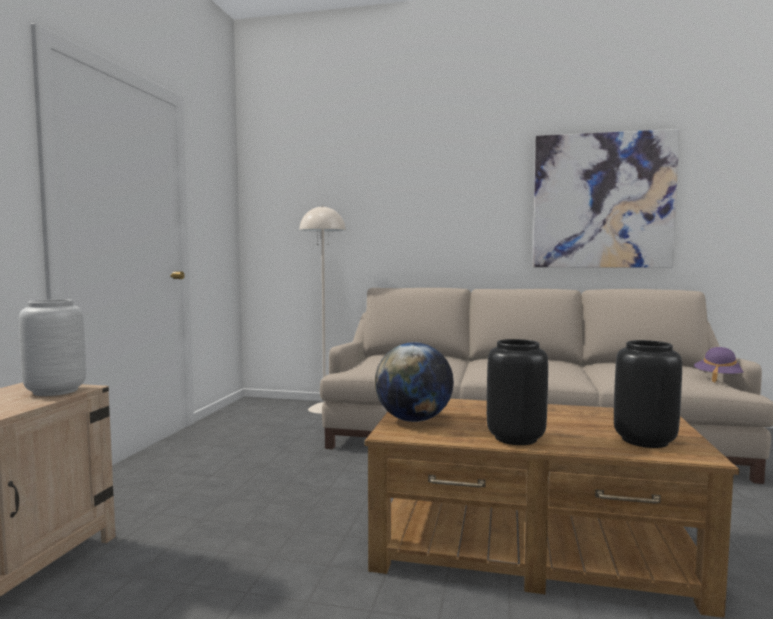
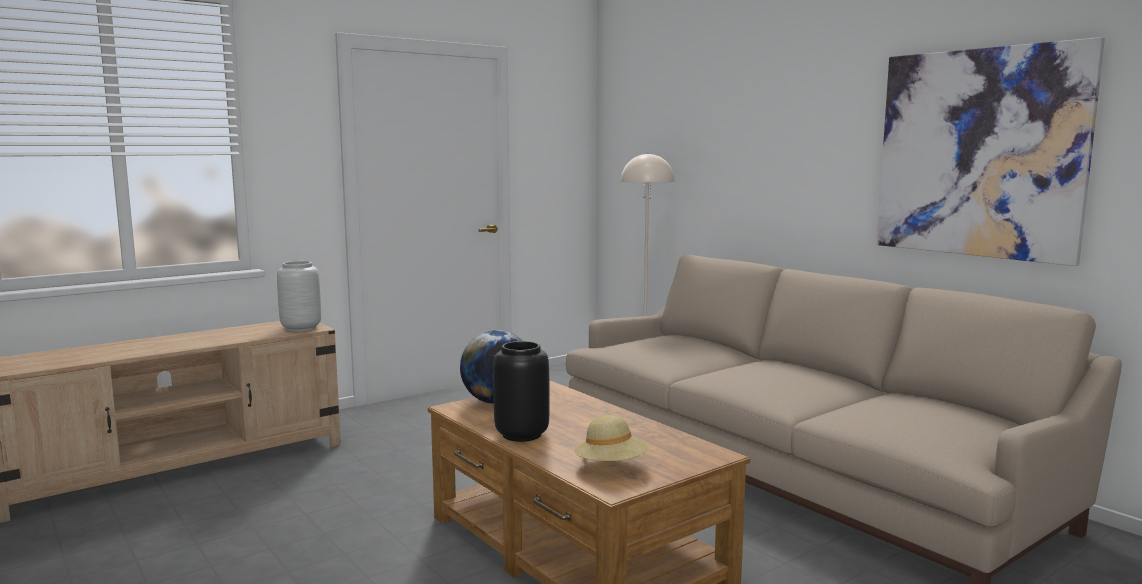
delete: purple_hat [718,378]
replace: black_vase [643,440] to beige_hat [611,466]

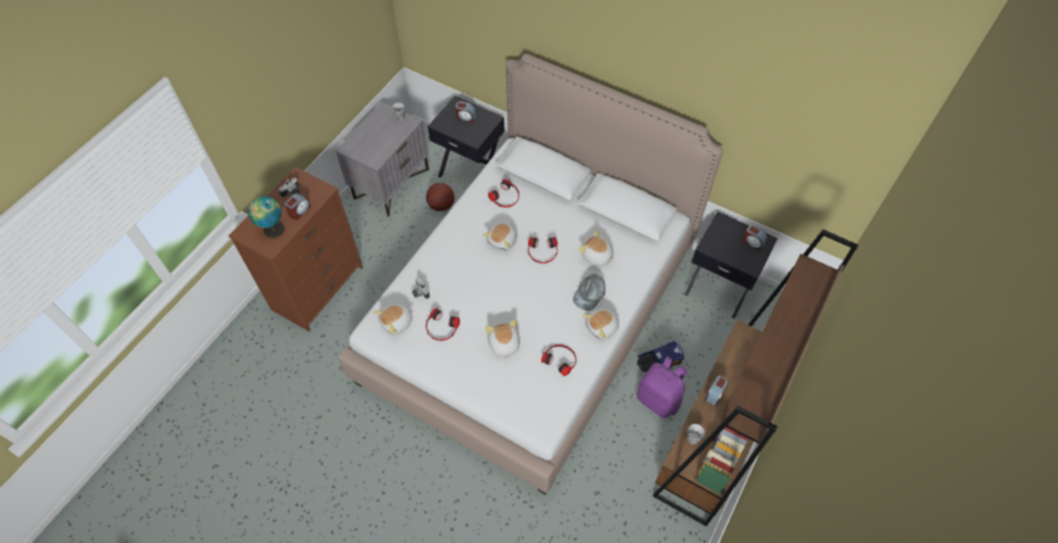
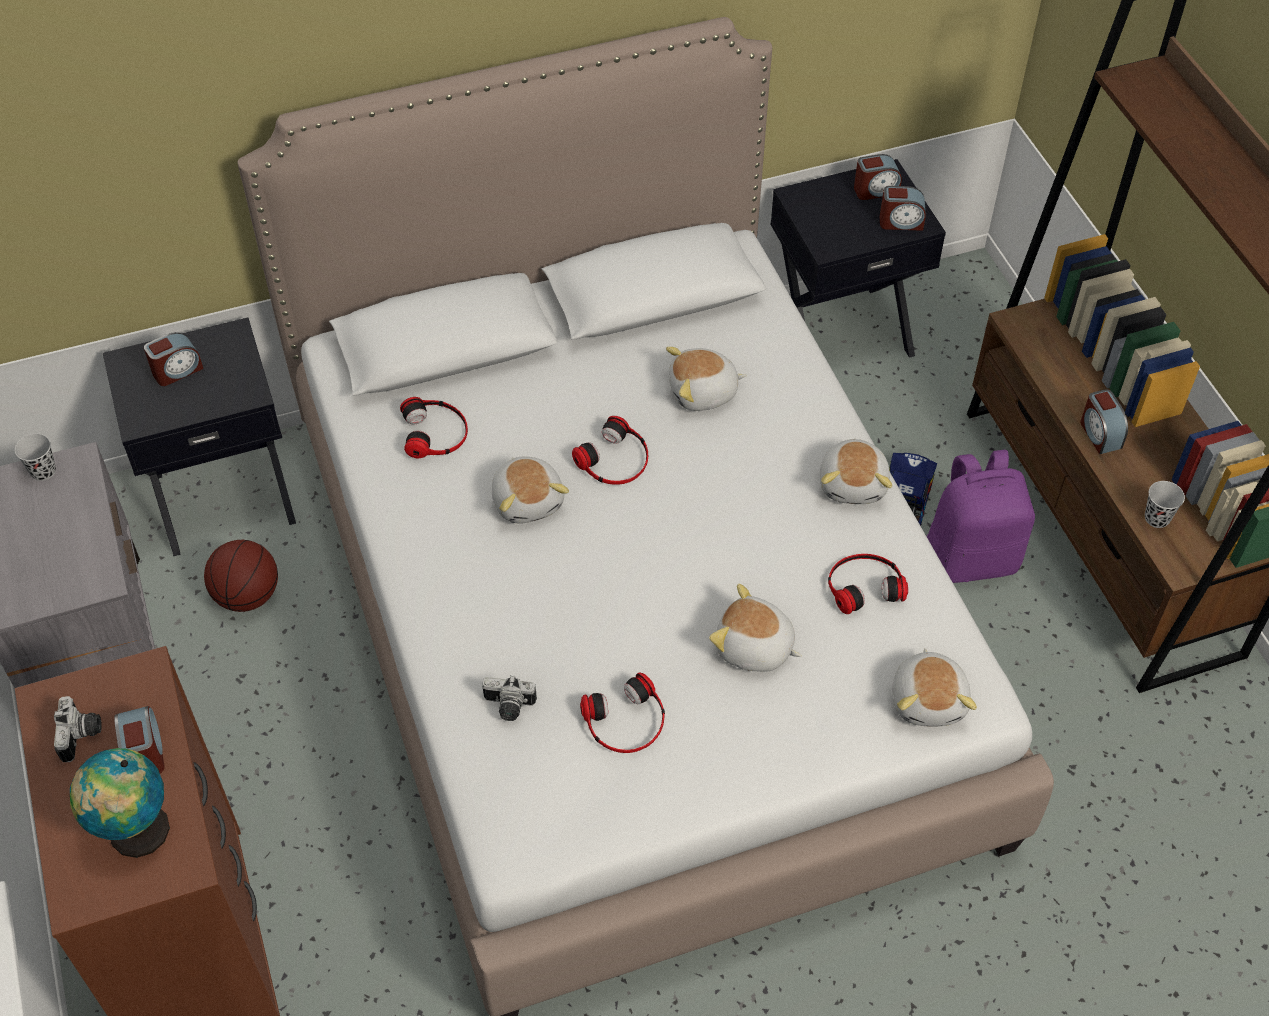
delete: grey_cap [589,294]
insert: alarm_clock [901,222]
move: plush_toy [397,322] to [929,700]

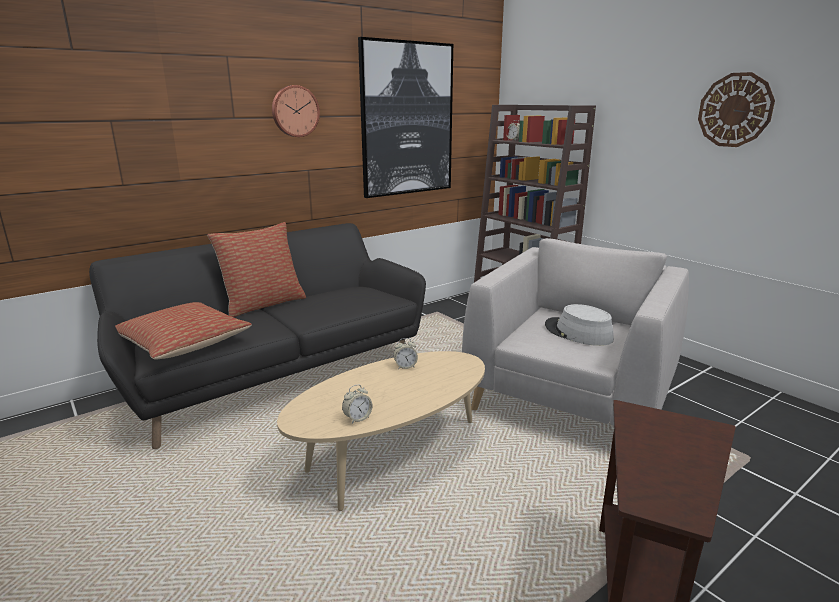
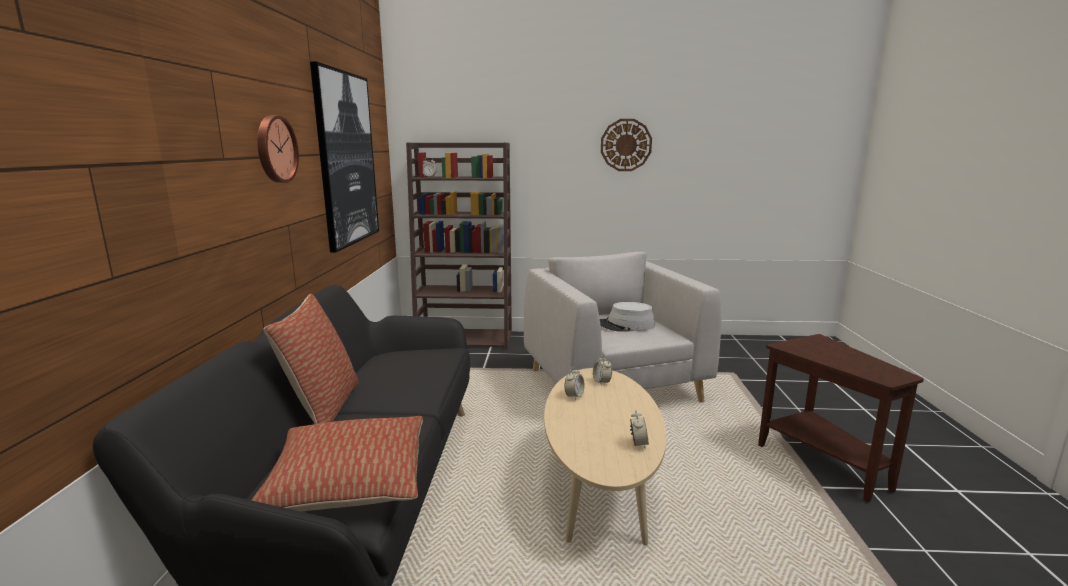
insert: alarm_clock [601,382]

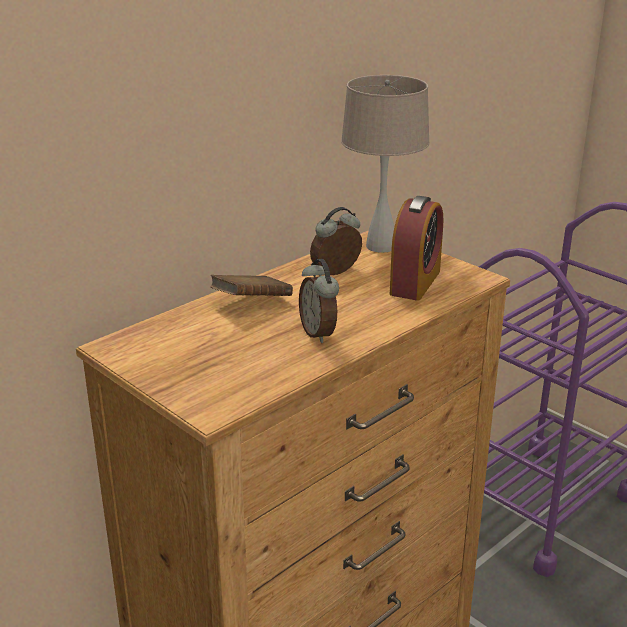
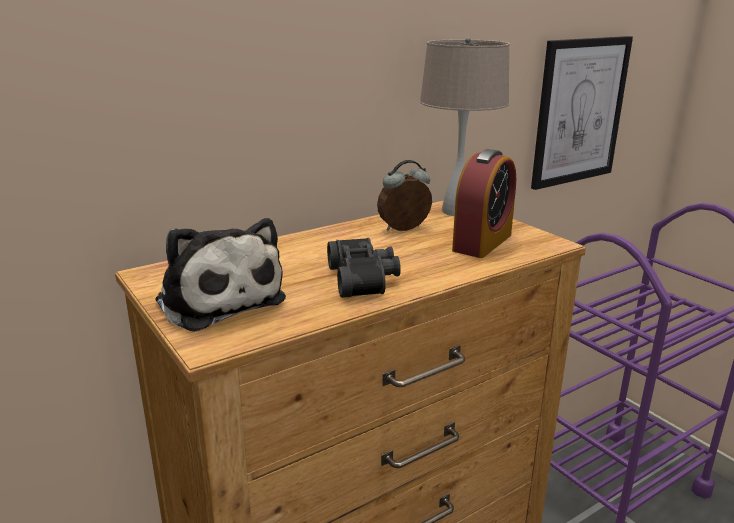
delete: brown_book [251,303]
insert: plush_toy [218,299]; picture [579,112]
replace: alarm_clock [319,333] to black_binoculars [364,279]

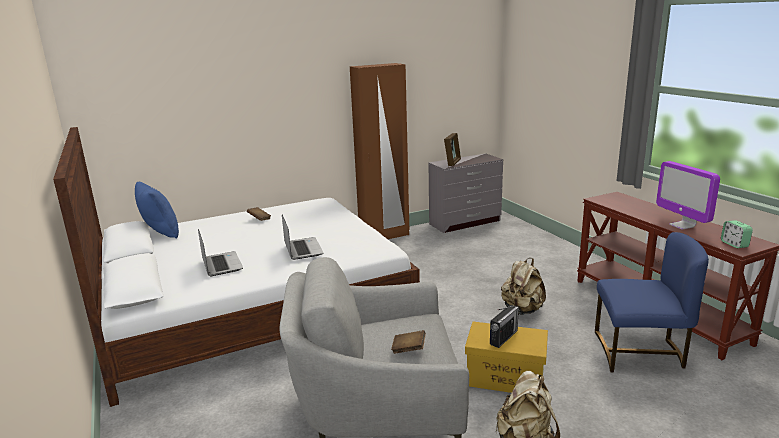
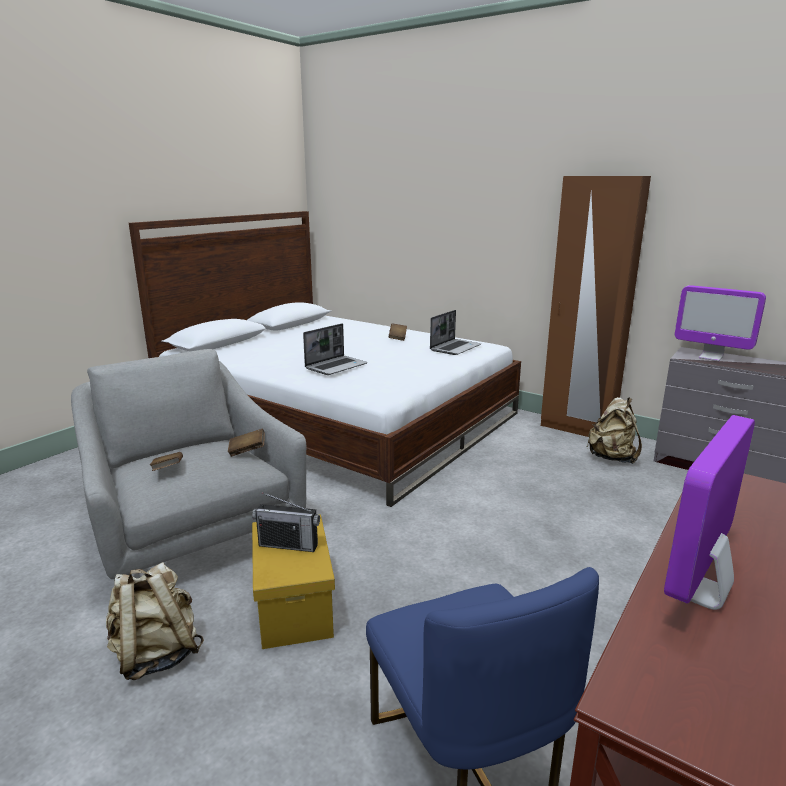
delete: blue_pillow [160,233]; alarm_clock [734,244]
insert: brown_book [247,451]
move: laptop [221,265] to [455,348]; beige_backpack [522,310] to [612,457]
replace: picture_frame [452,162] to monitor [710,357]

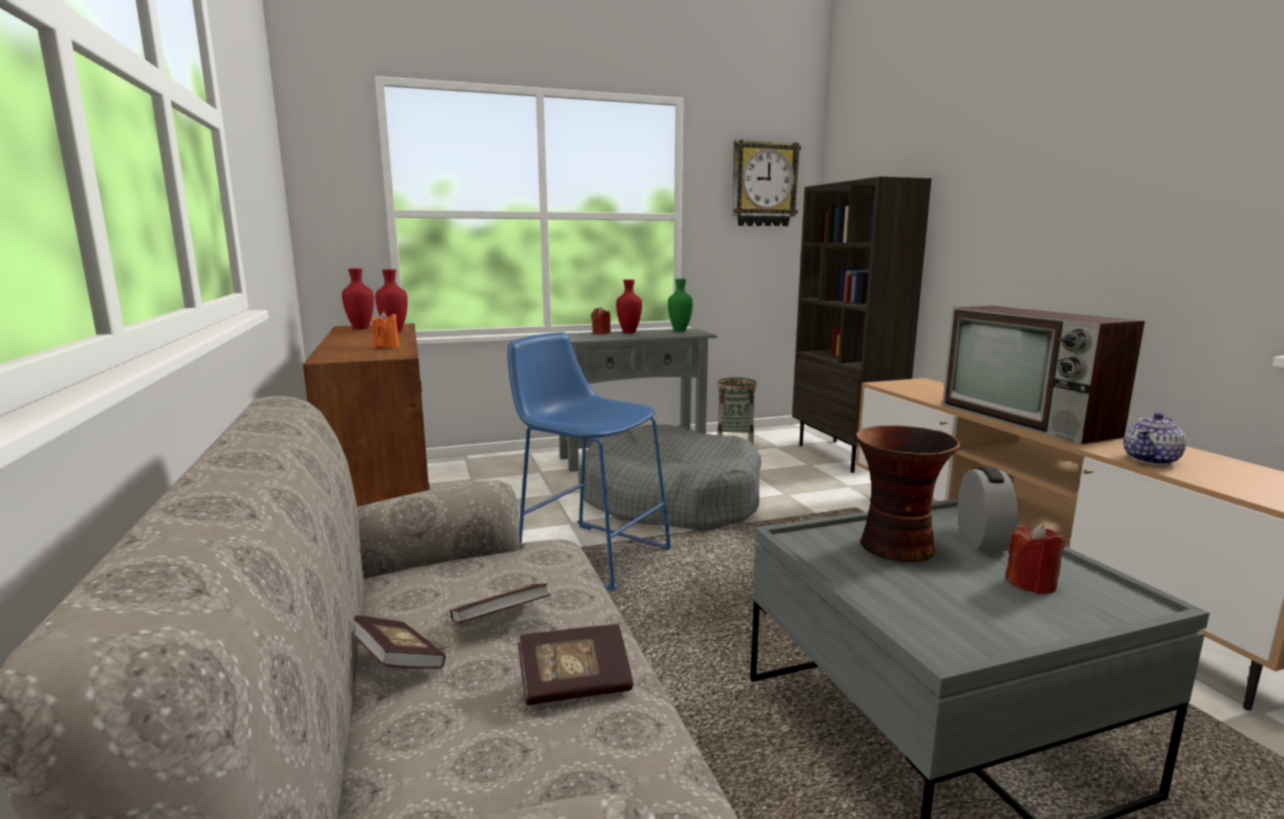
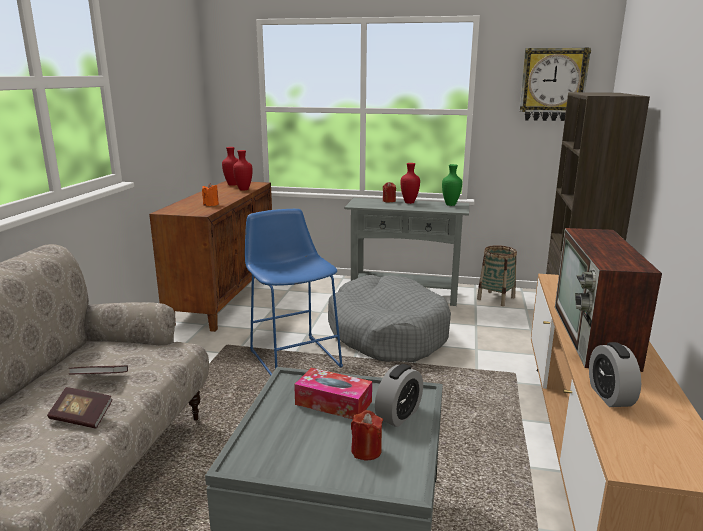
delete: book [396,661]
replace: vase [895,548] to tissue_box [333,403]; teapot [1151,460] to alarm_clock [610,396]

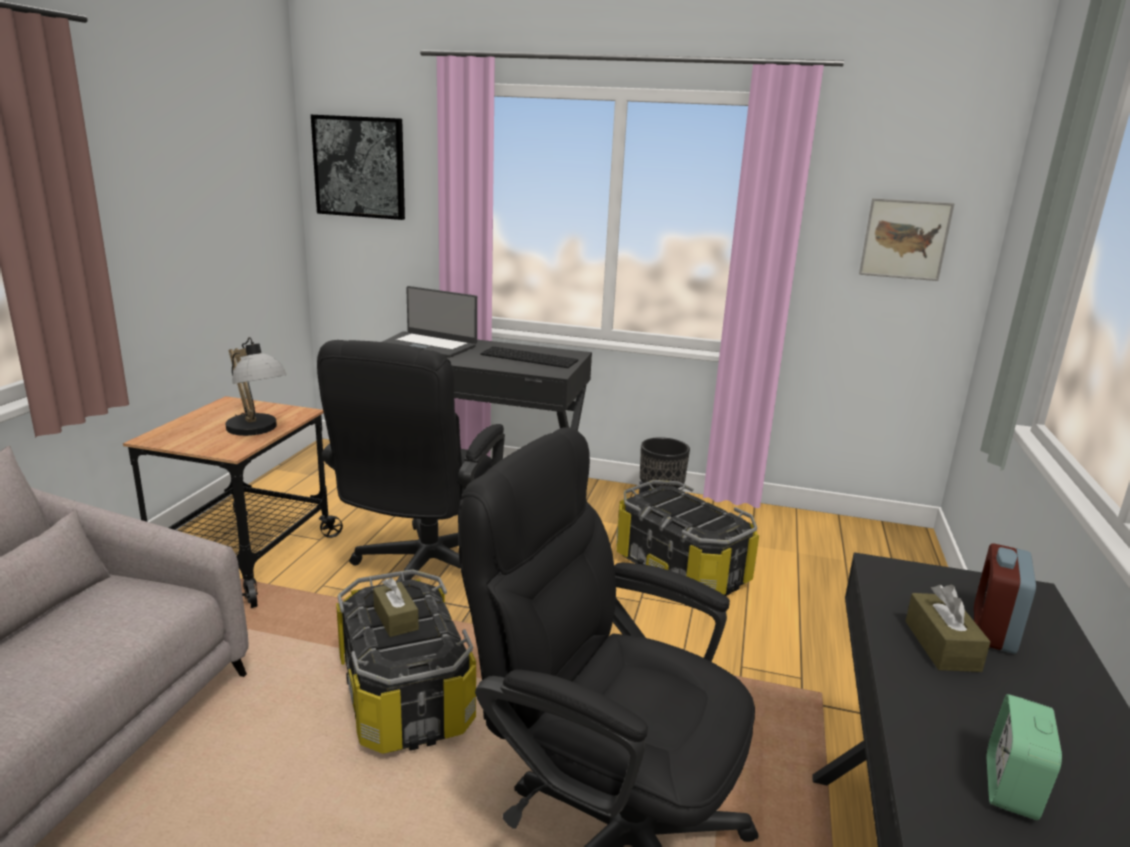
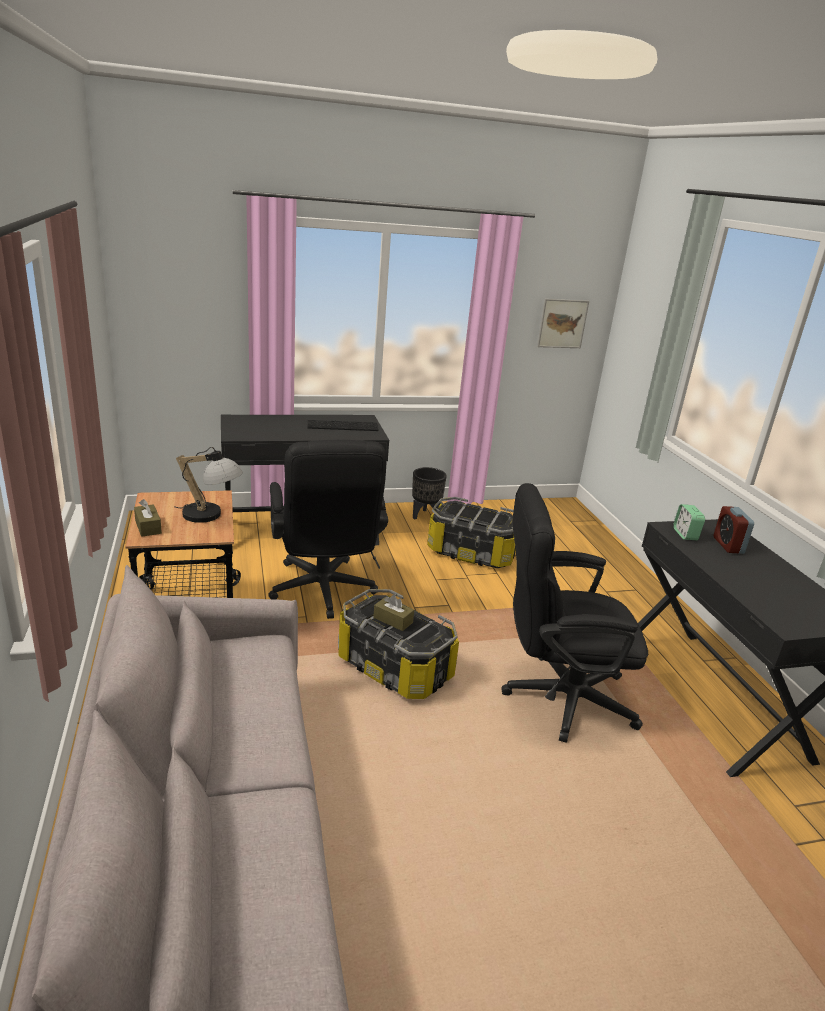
delete: picture [360,167]; laptop [429,345]
move: brown_tissue_box [941,645] to [148,527]; alarm_clock [1011,788] to [685,534]

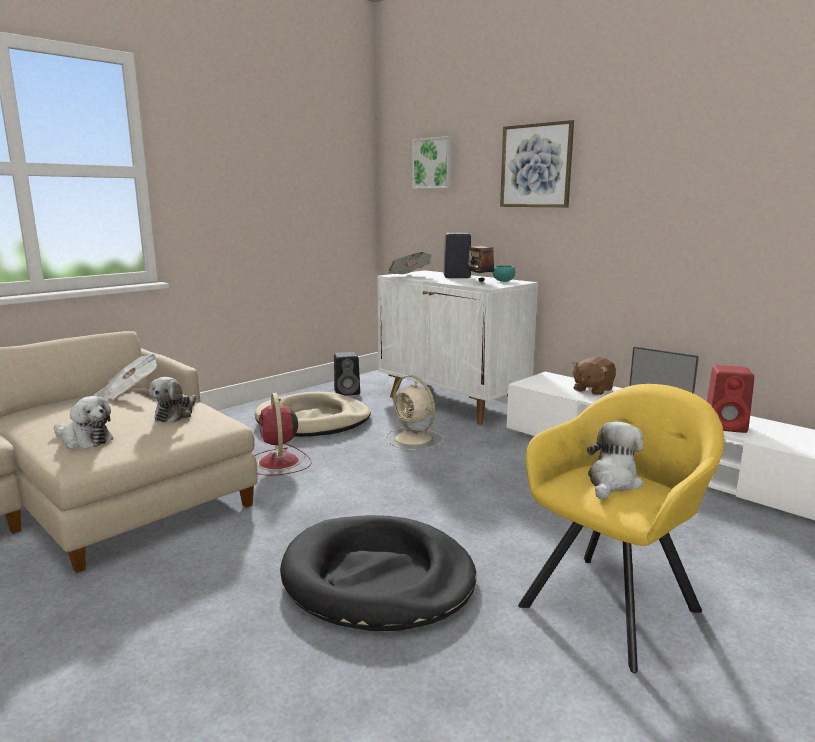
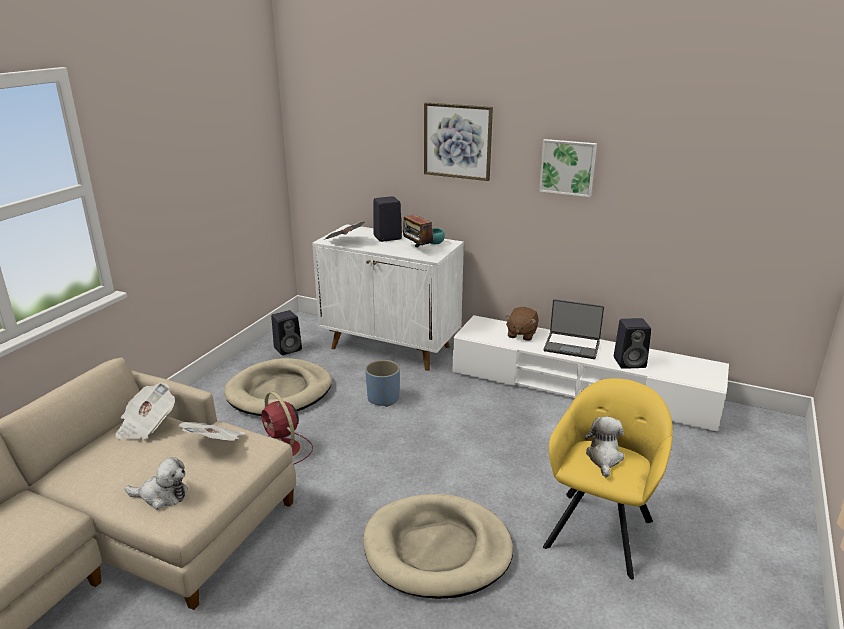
move: picture [433,163] to [568,167]
replace: plush_toy [175,414] to newspaper [215,444]; beige_fan [414,439] to blue_planter [383,398]
recolor: black_dog_bed [377,578] to beige_dog_bed [437,549]; red_speaker [726,426] to black_speaker [630,362]

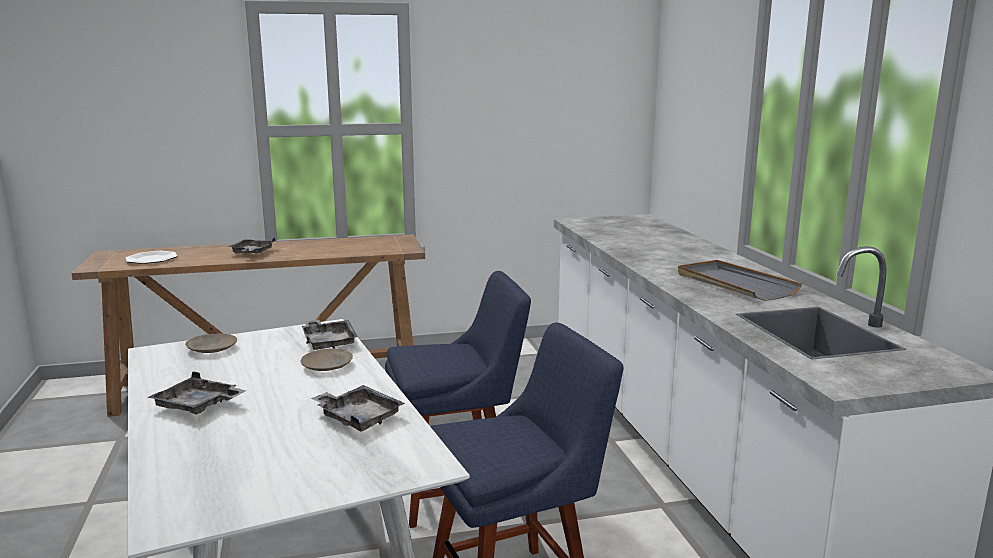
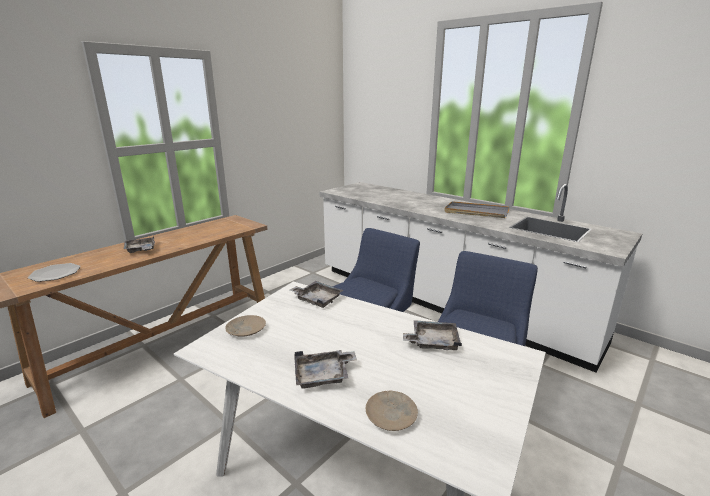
move: beige_plate [328,365] to [391,415]

